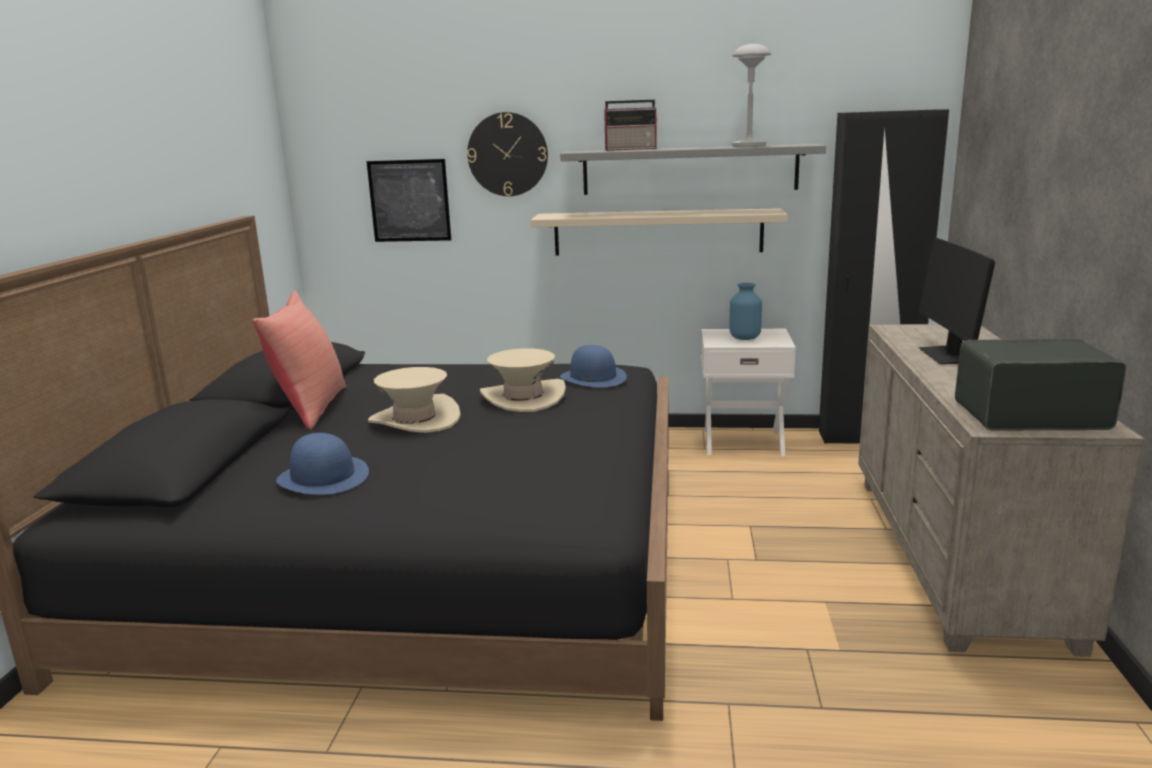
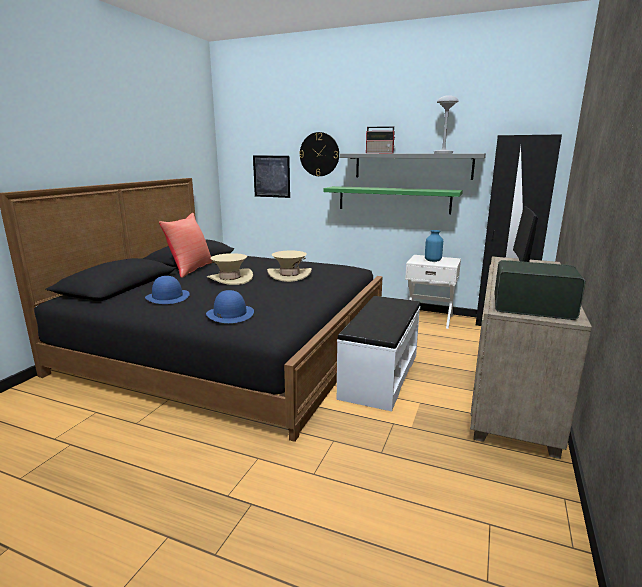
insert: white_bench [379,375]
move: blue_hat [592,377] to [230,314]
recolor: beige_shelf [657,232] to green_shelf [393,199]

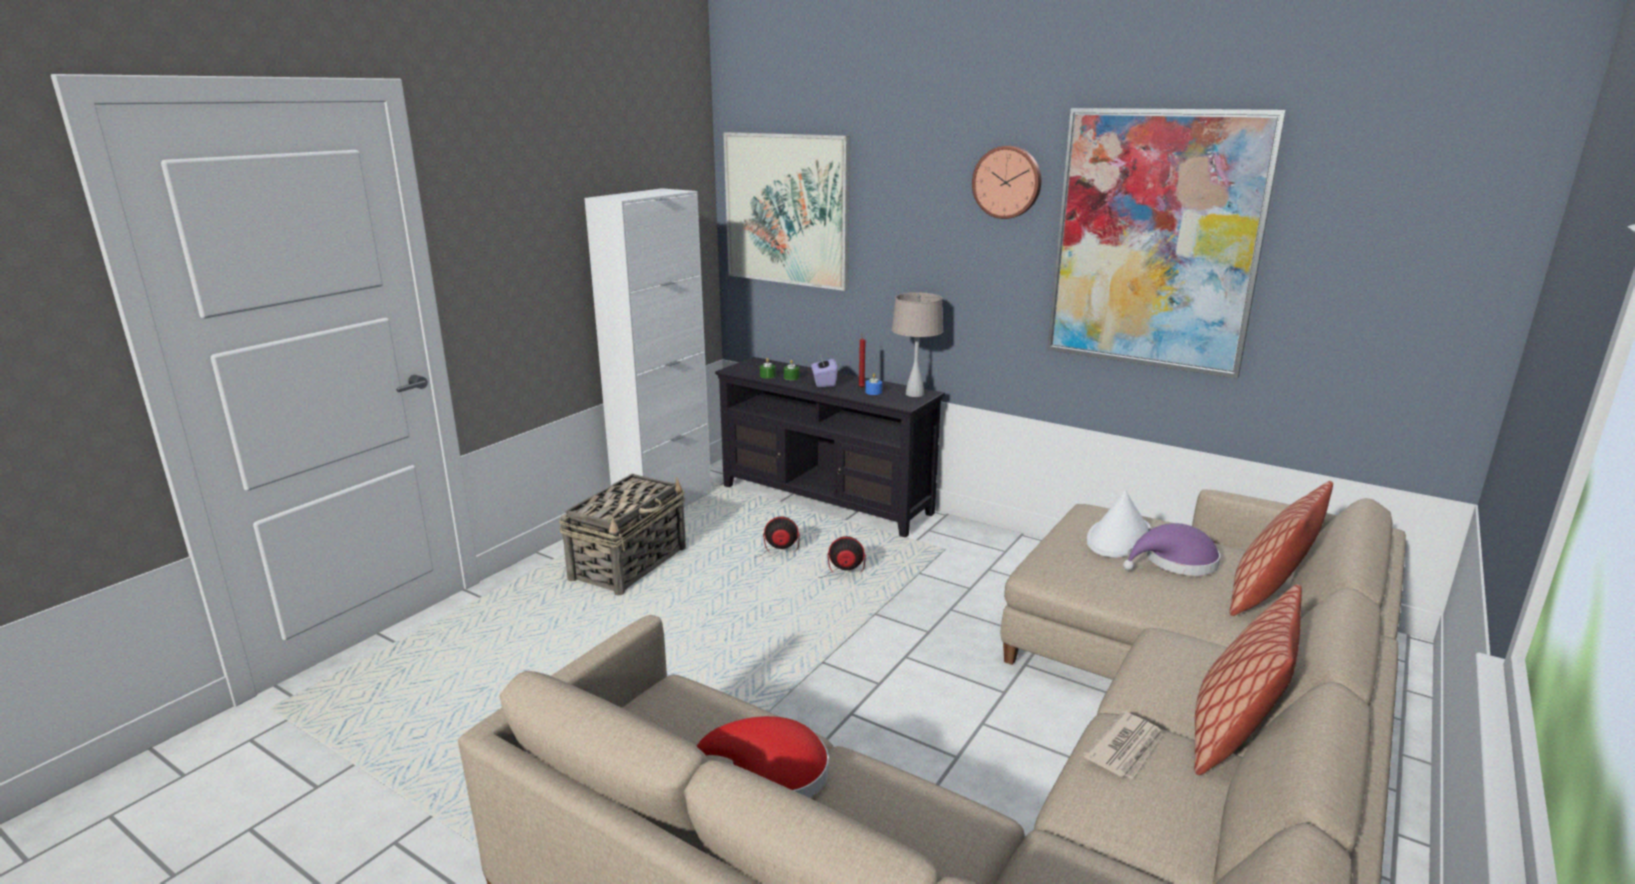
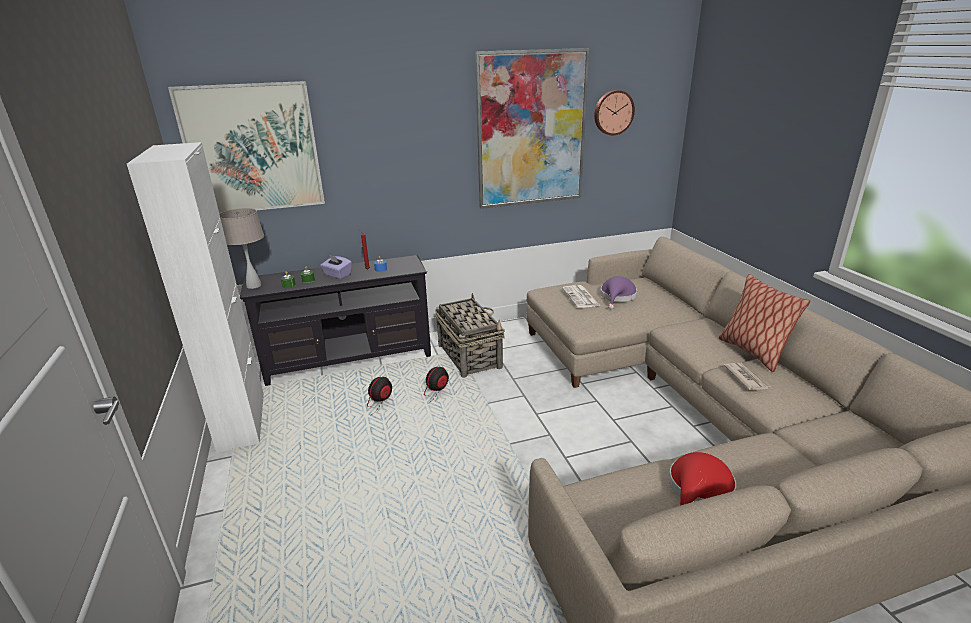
delete: pillow [1268,598]
move: beige_table_lamp [914,394] to [253,286]; basket [630,563] to [469,356]; wall_clock [1007,182] to [613,112]
replace: white_hat [1118,538] to newspaper [581,297]

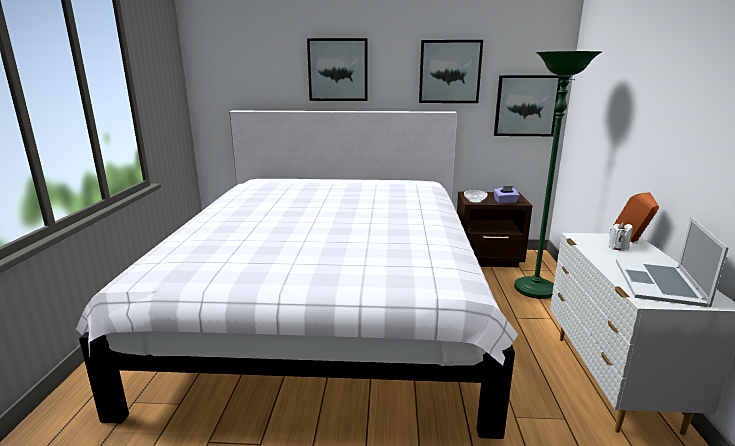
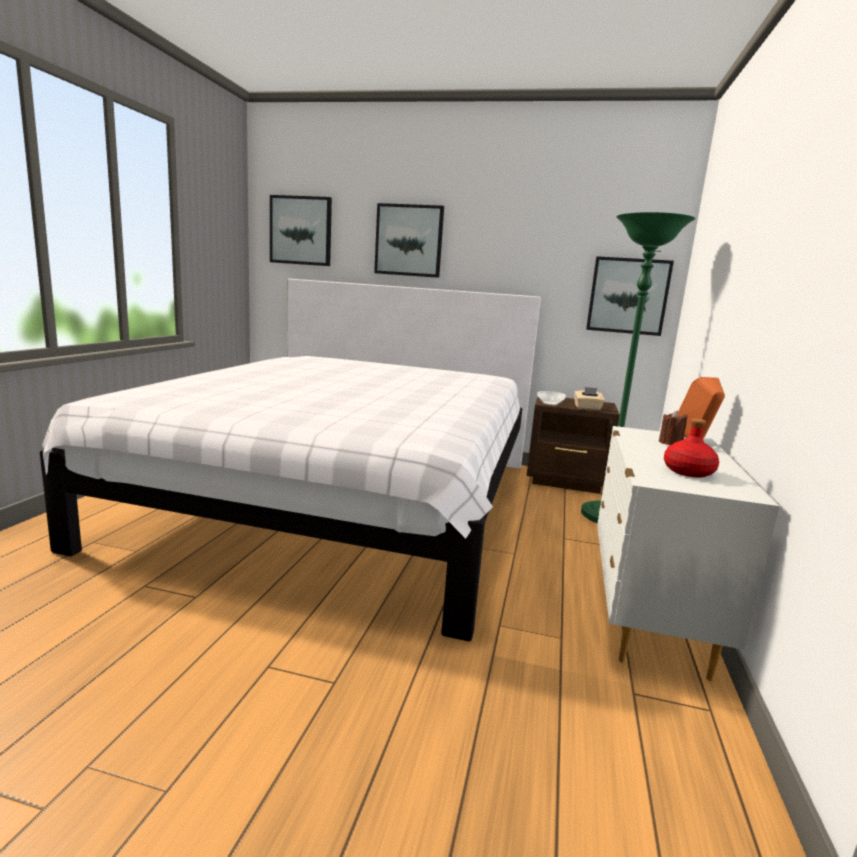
move: picture [449,72] to [301,231]
replace: laptop [659,282] to red_bottle [688,472]
recolor: purple_tissue_box [505,202] to beige_tissue_box [587,408]; white_candle [618,247] to brown_candle [670,443]

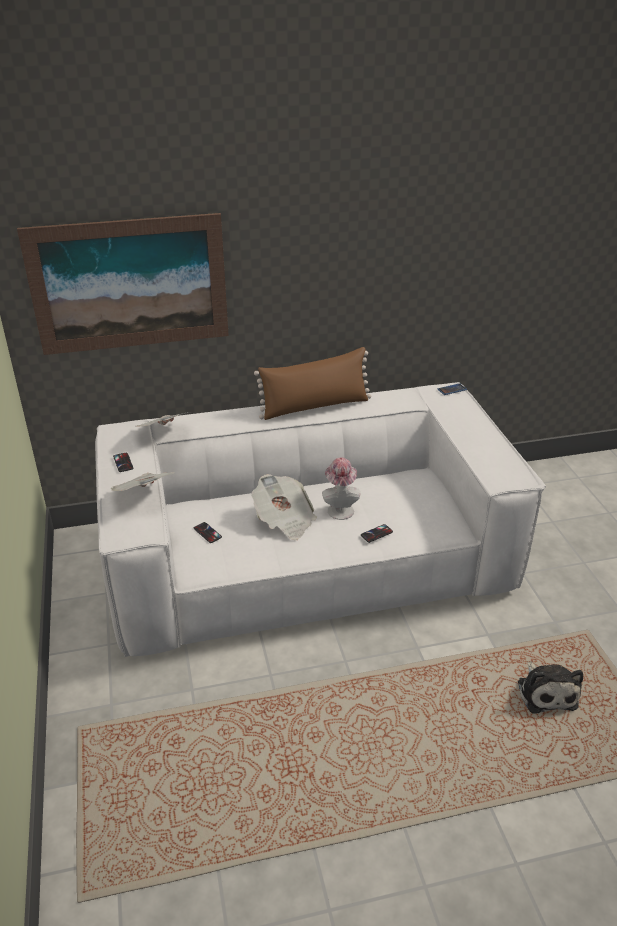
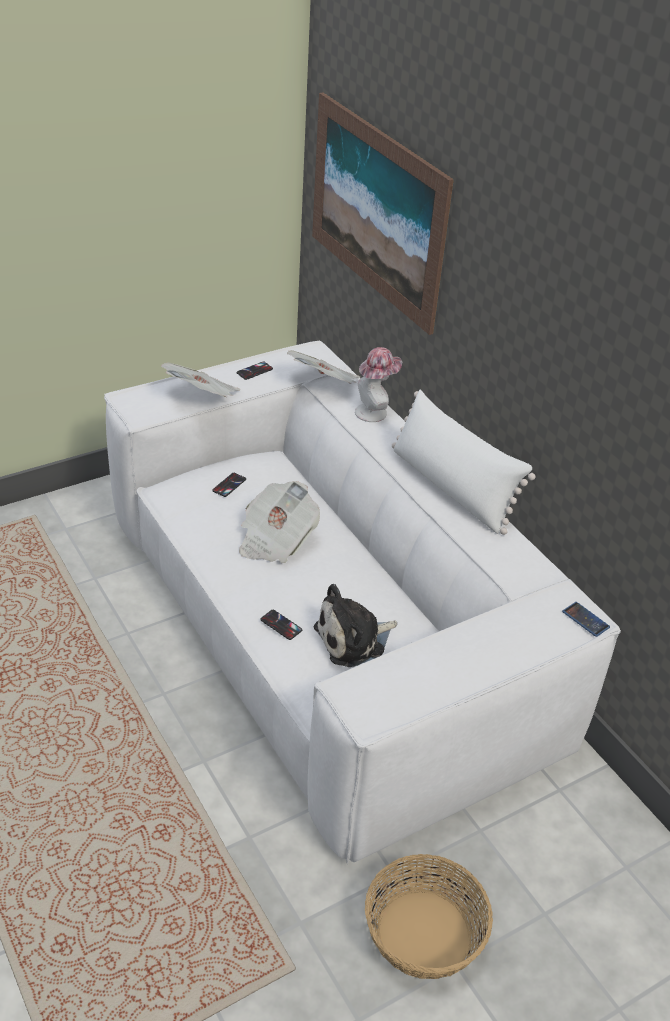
insert: basket [424,934]
move: plush_toy [546,691] to [353,639]; hat [339,509] to [374,411]
recolor: brown_pillow [315,406] to white_pillow [451,488]

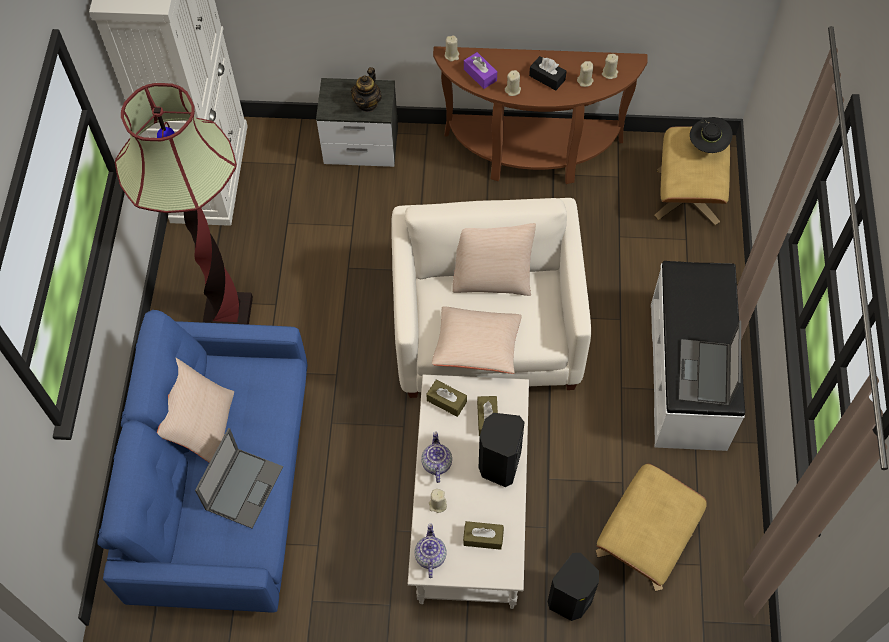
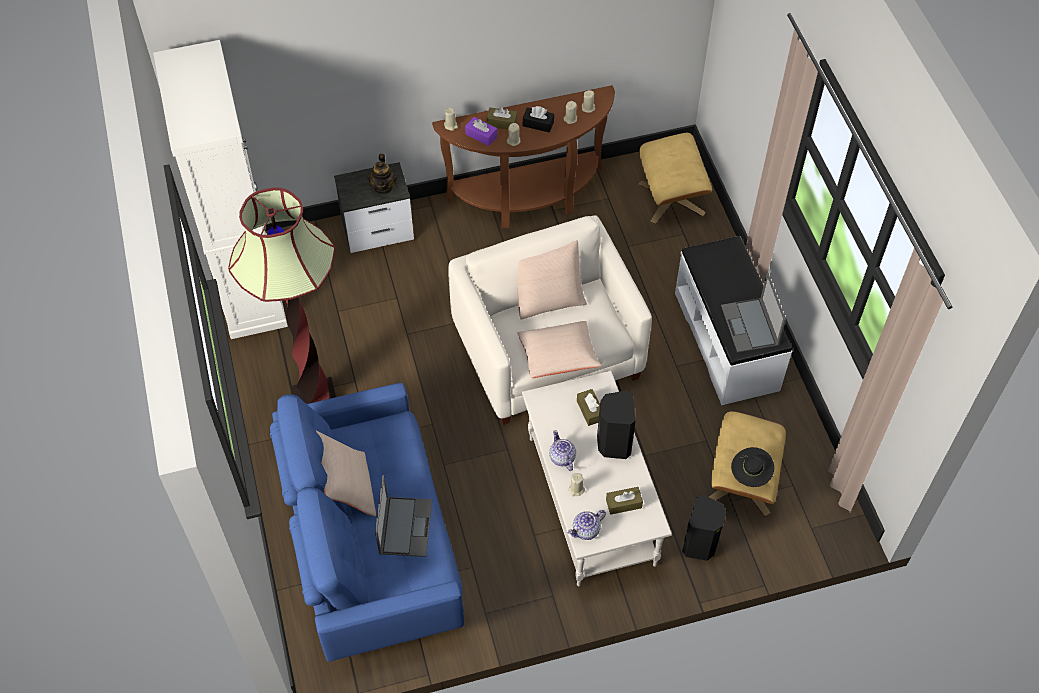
move: brown_tissue_box [446,401] to [502,123]; black_hat [708,144] to [750,475]
rotate: teapot [430,556] = [586,530] 105 degrees counterclockwise

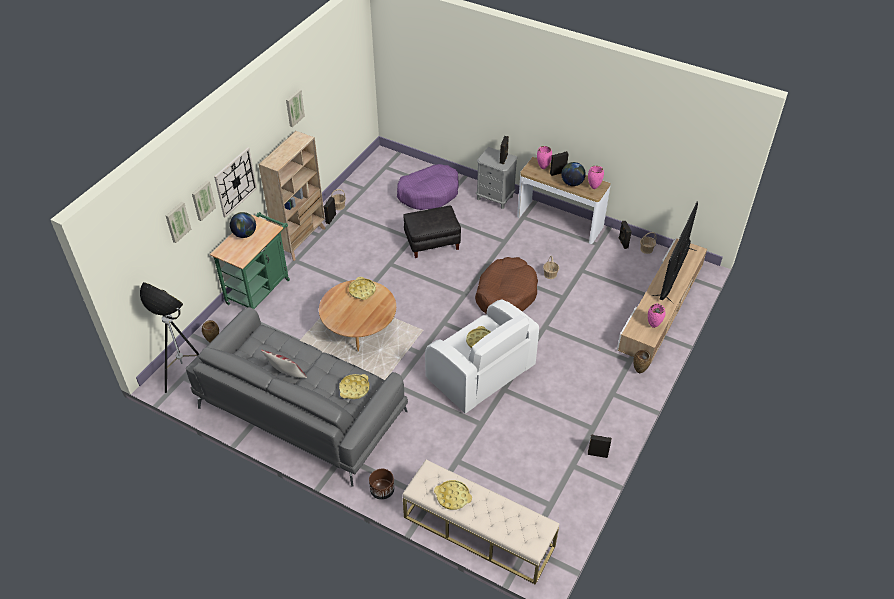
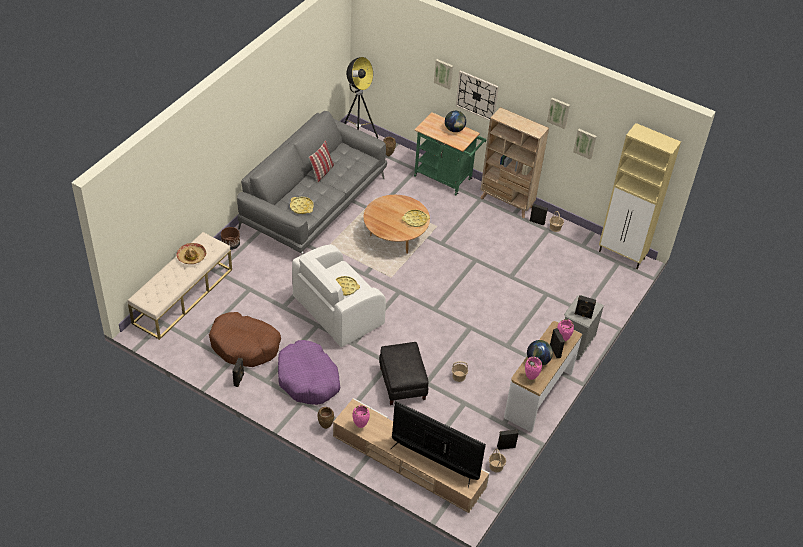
insert: beige_cabinet [622,255]
move: brown_dog_bed [505,294] to [245,345]; purple_dog_bed [429,193] to [308,379]; black_ottoman [432,242] to [403,383]; picture [177,222] to [585,143]
replace: yellow_tray [453,497] to hat [191,256]

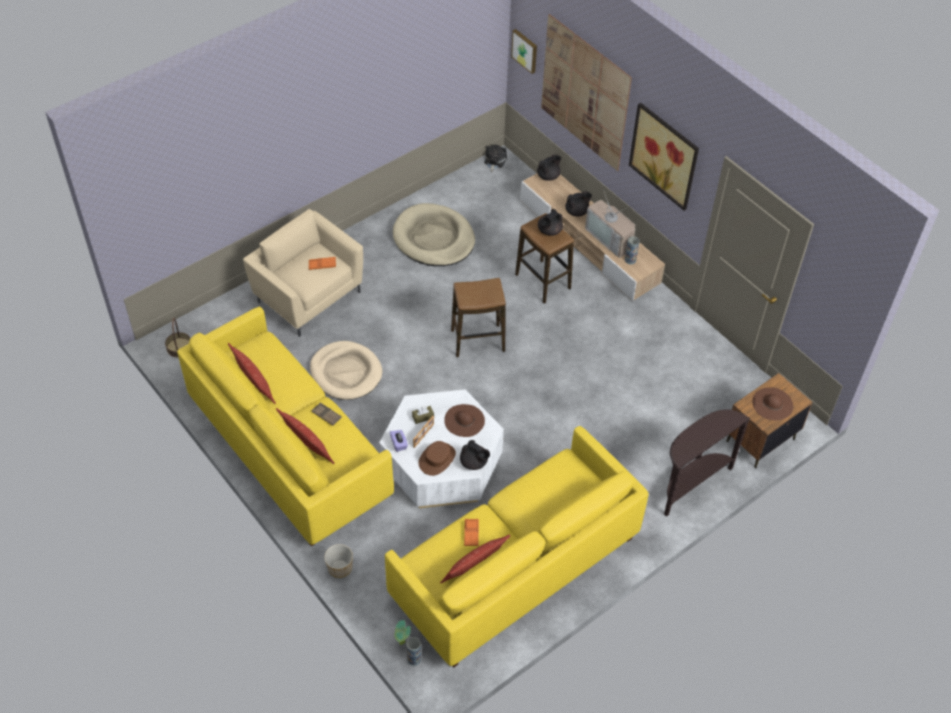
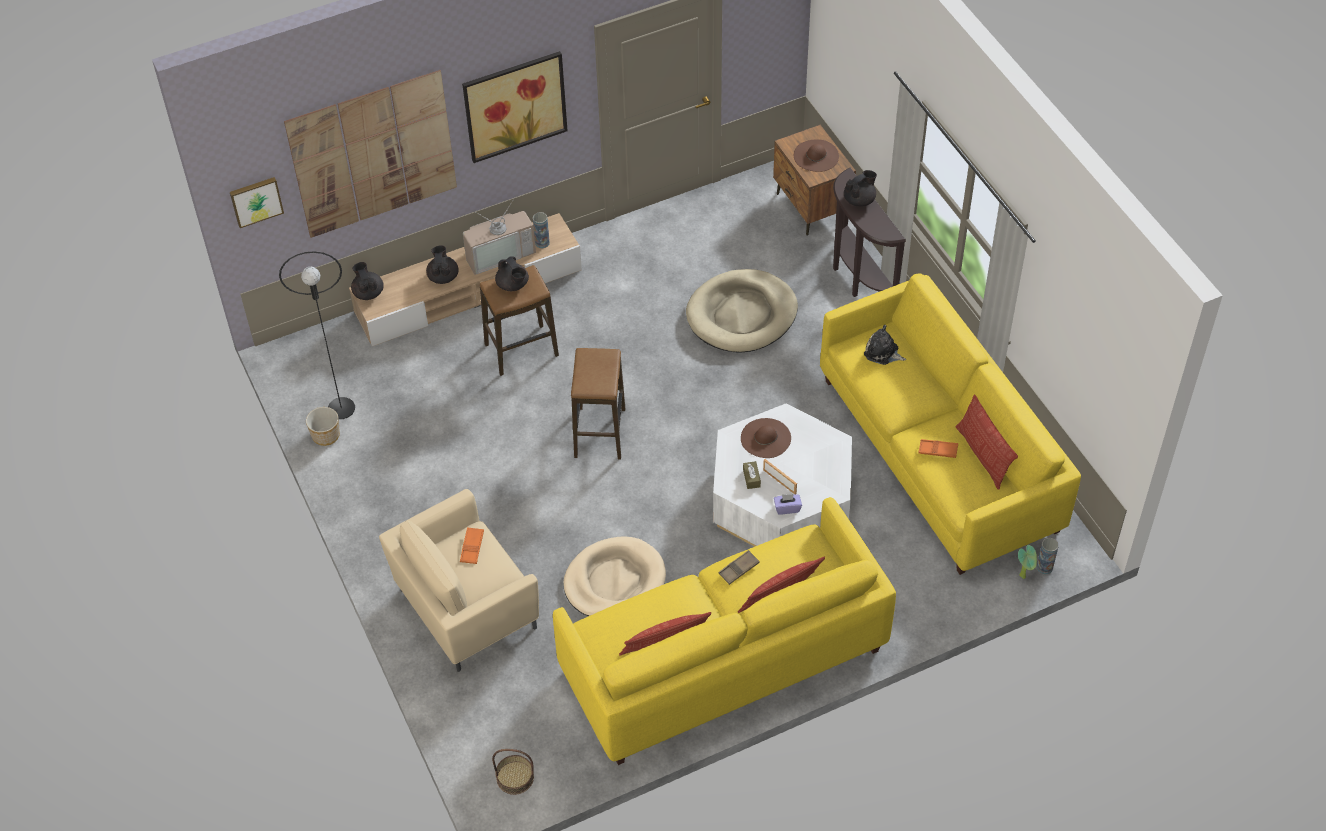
delete: brown_hat [437,459]
insert: black_floor_lamp [341,408]
move: planter [339,568] to [325,436]; beige_dog_bed [434,238] to [742,315]; black_teapot [474,463] to [859,200]; plush_toy [494,161] to [883,353]

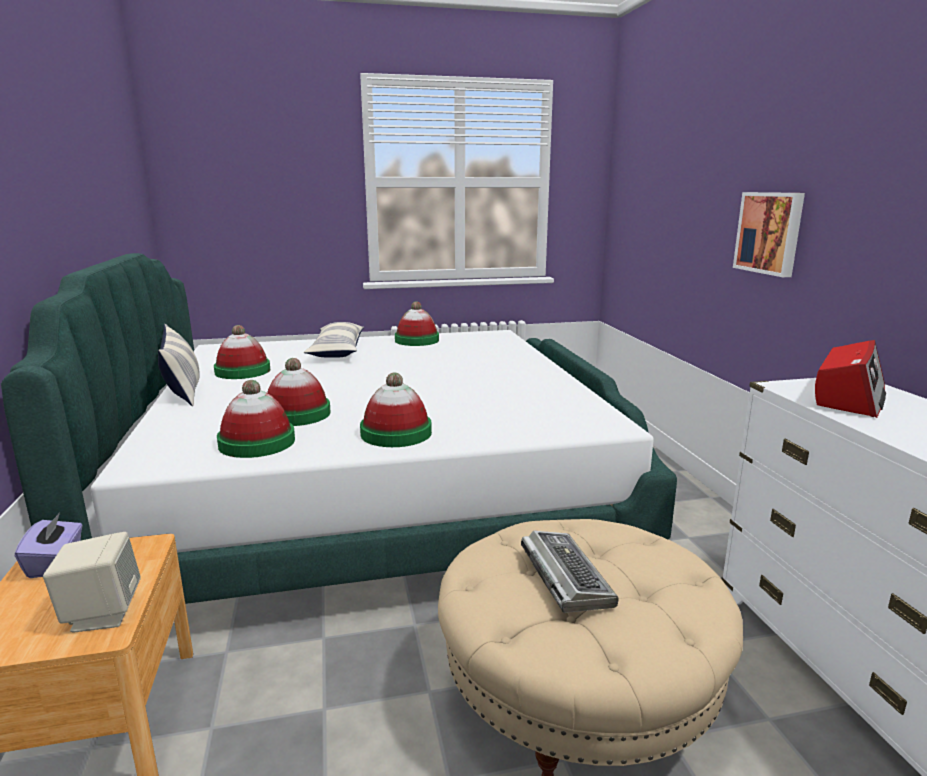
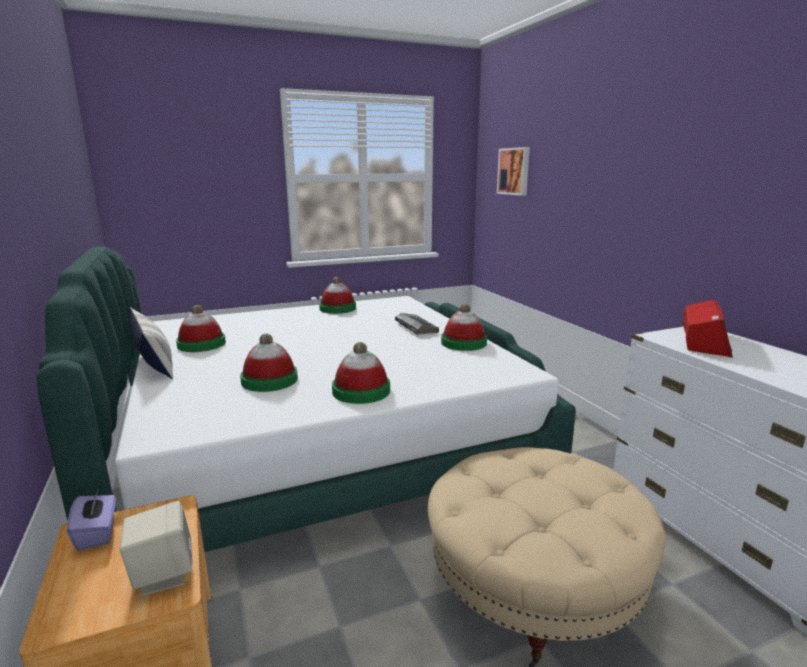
delete: pillow [337,350]
move: keyboard [564,576] to [415,327]; hat [257,442] to [463,343]; picture [770,233] to [514,171]

